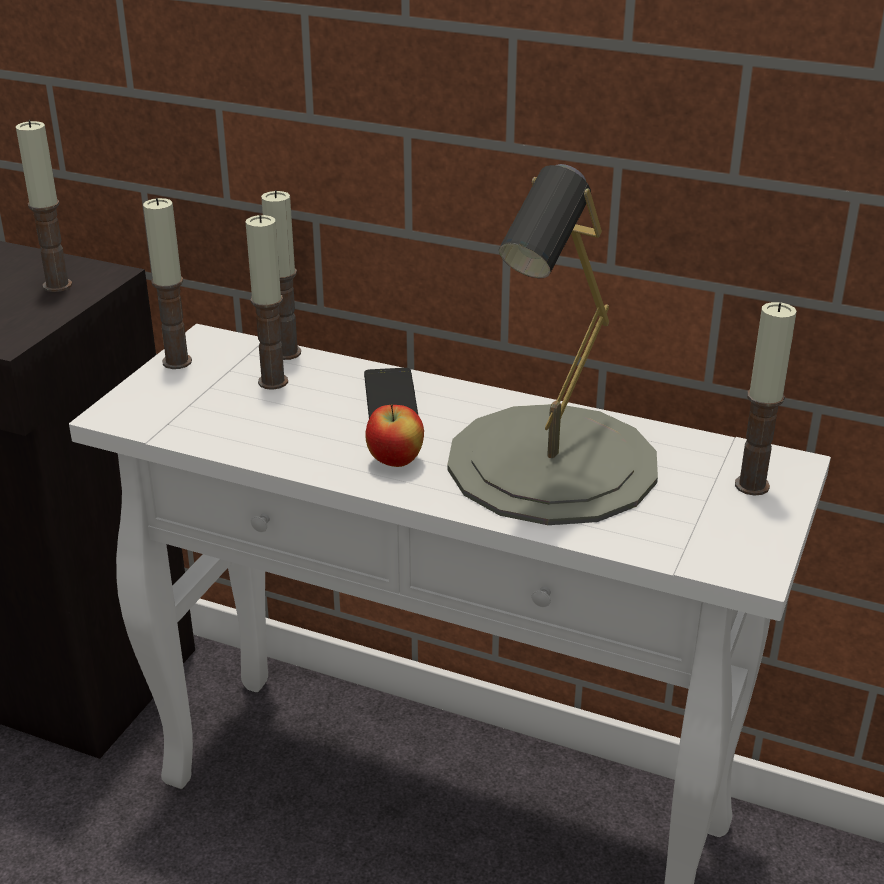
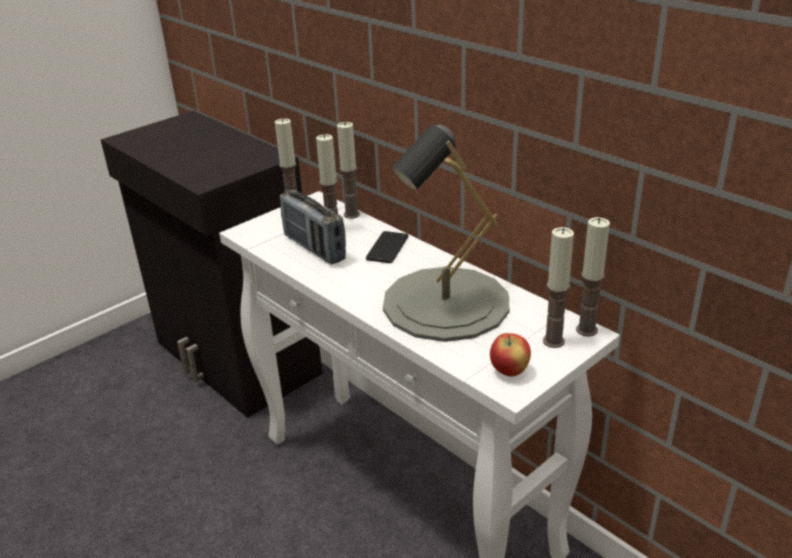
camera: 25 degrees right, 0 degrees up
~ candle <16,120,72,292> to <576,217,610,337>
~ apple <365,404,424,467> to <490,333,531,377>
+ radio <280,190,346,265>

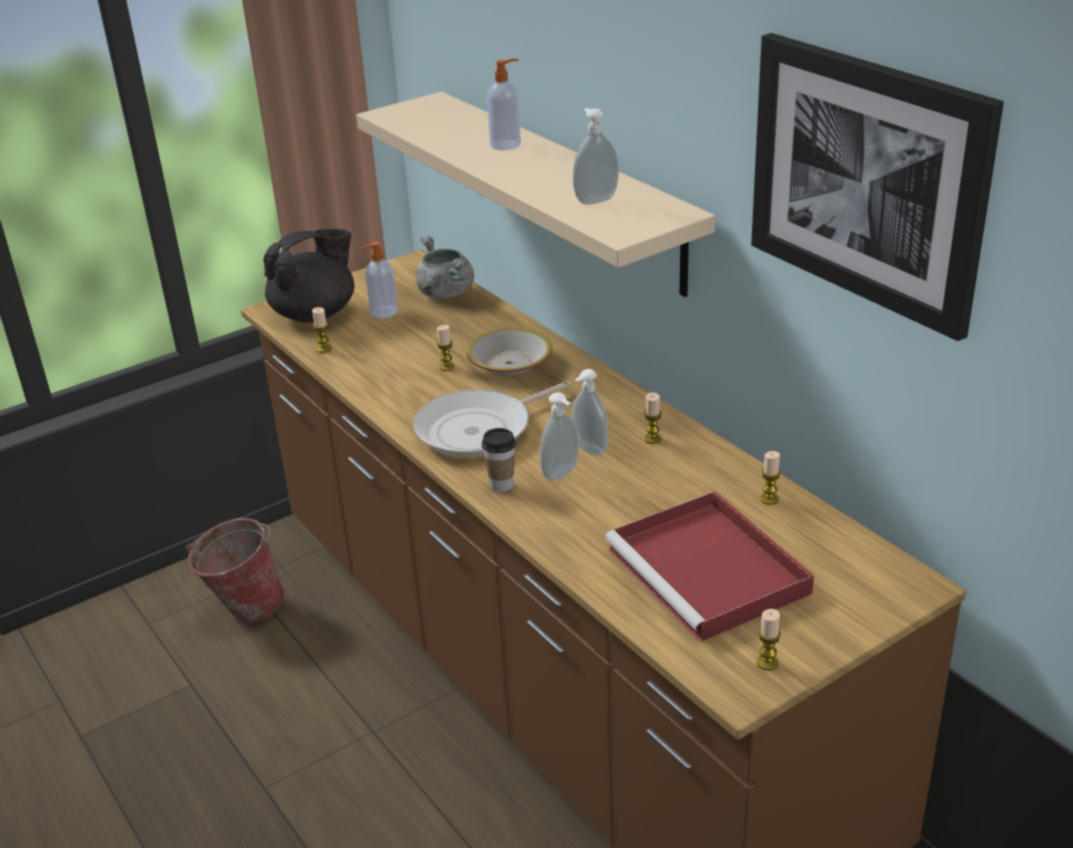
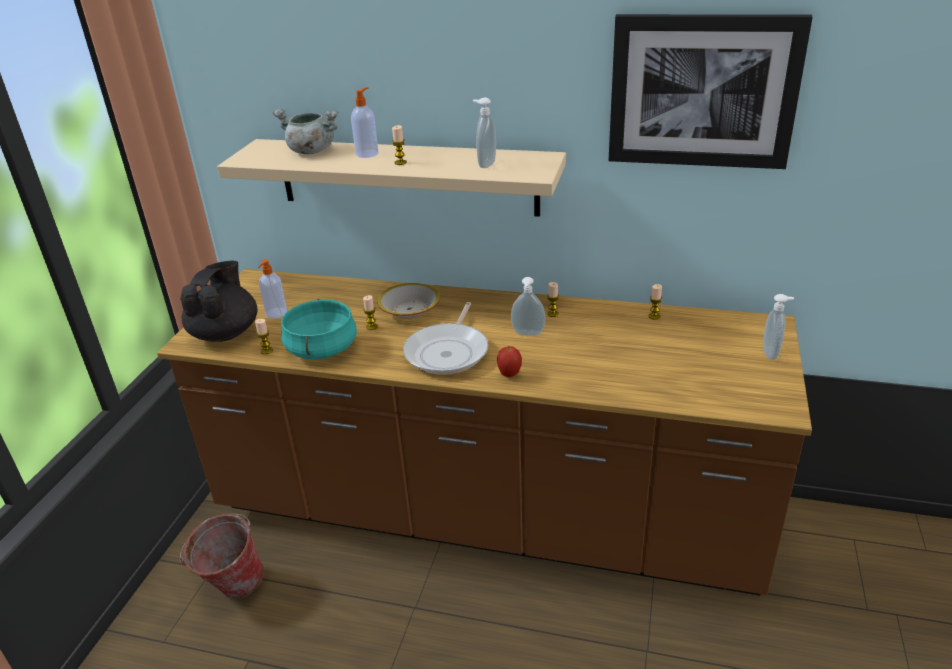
camera: 40 degrees left, 0 degrees up
~ cooking pot/grey <415,236,474,299> to <273,109,338,154>
~ cup <482,428,516,492> to apple <497,346,522,377>
~ soap dispenser <540,392,579,481> to <763,294,794,360>
- tray/red <605,491,814,642>
~ candle <757,609,781,670> to <392,125,407,165>
+ cooking pot/turquoise <281,299,357,359>

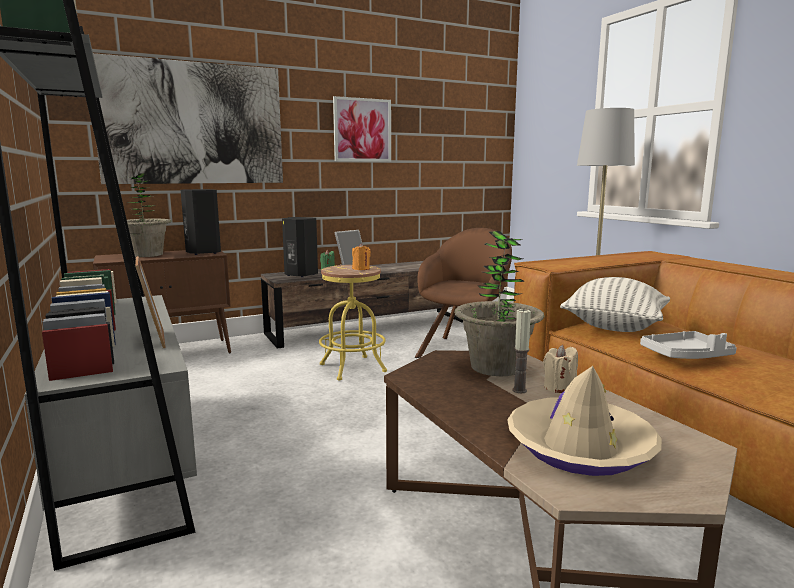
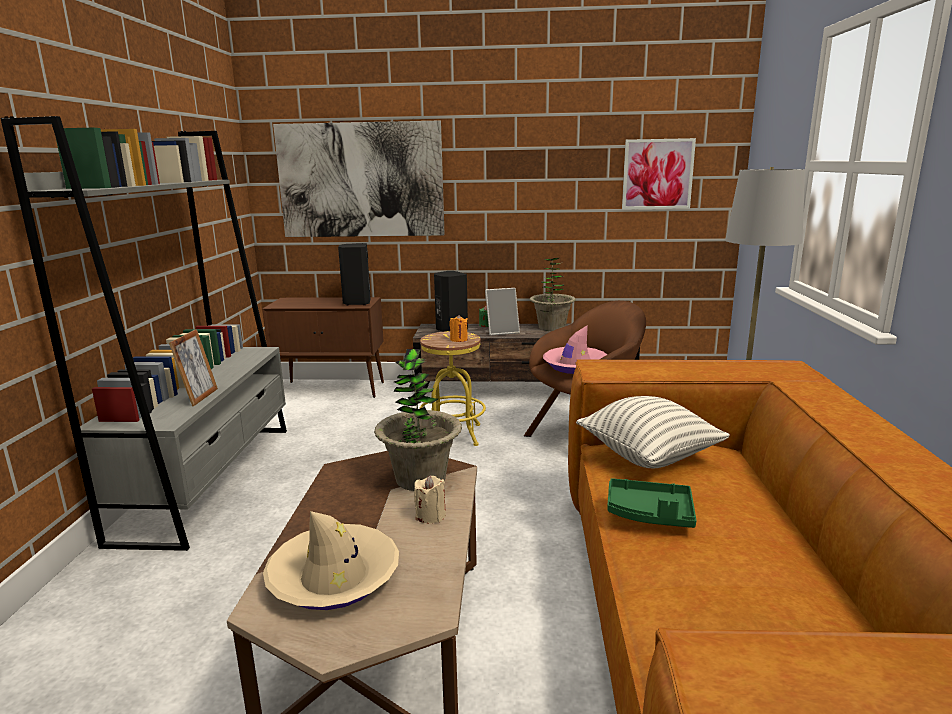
camera: 30 degrees right, 5 degrees up
~ potted plant <127,174,171,257> to <530,258,576,331>
~ picture <333,96,391,162> to <622,138,696,210>
- candle <512,308,531,393>
~ tray/grey <640,331,737,359> to tray/green <608,478,697,528>
+ hat/pink <543,325,607,374>

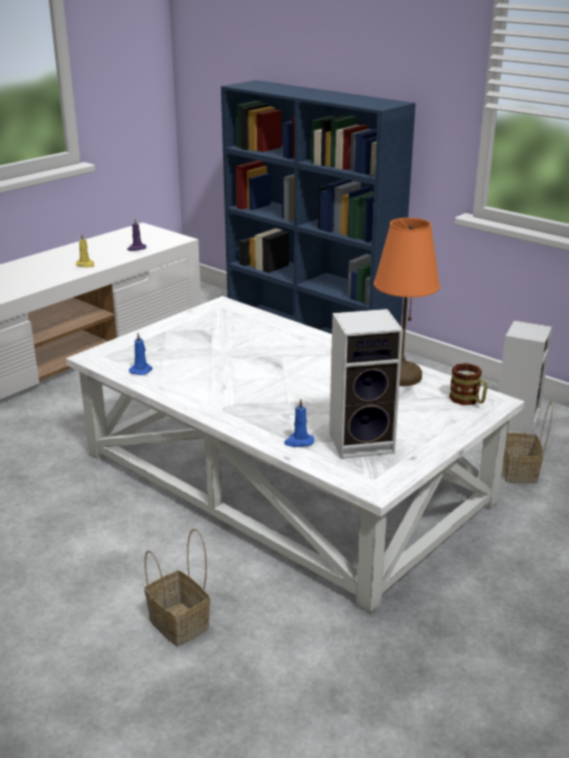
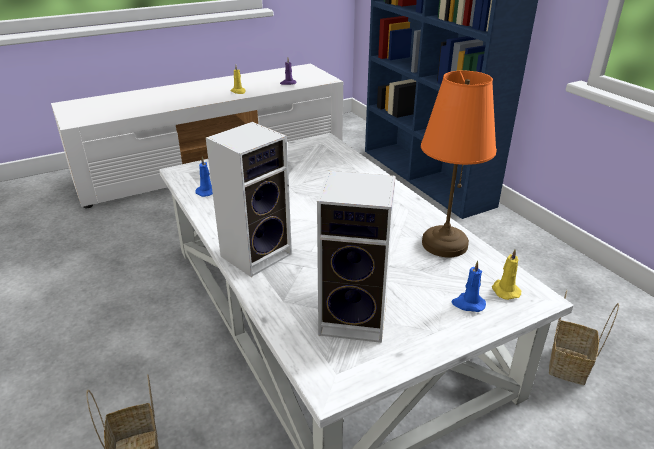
camera: 20 degrees right, 5 degrees up
~ candle/blue <284,398,314,447> to <452,260,486,312>
~ mug <449,363,488,405> to candle/yellow <492,249,521,300>
~ speaker <498,320,552,434> to <206,122,292,277>

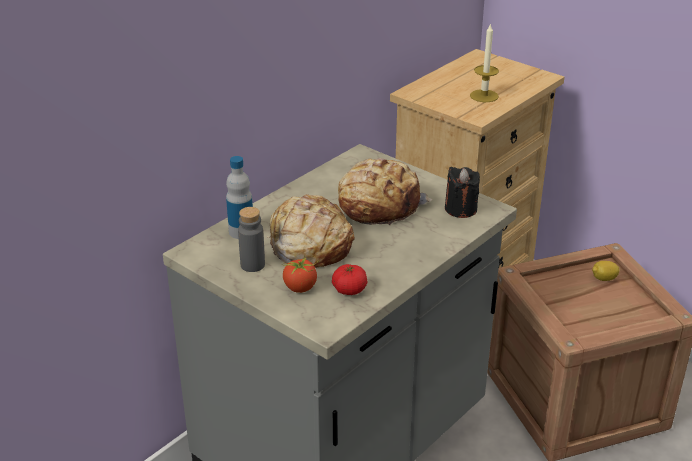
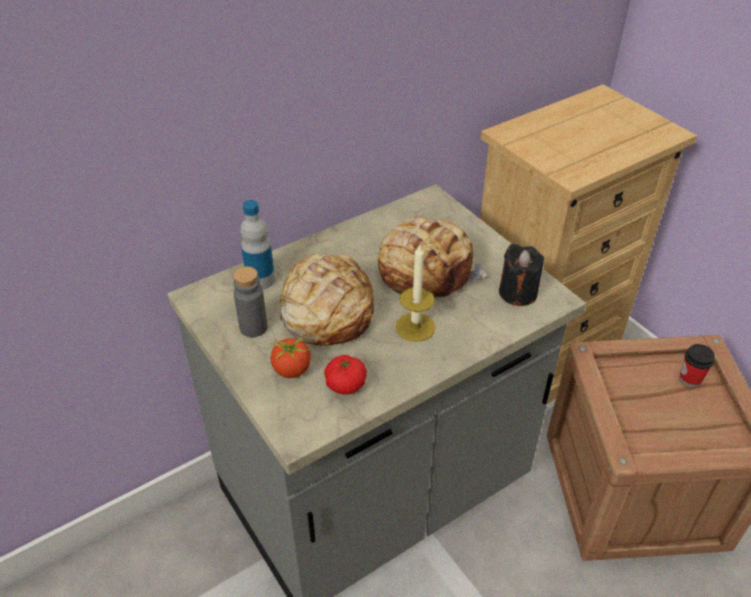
camera: 15 degrees right, 10 degrees up
~ candle <470,23,499,102> to <396,245,436,342>
~ lemon <592,261,620,281> to cup <679,344,715,387>

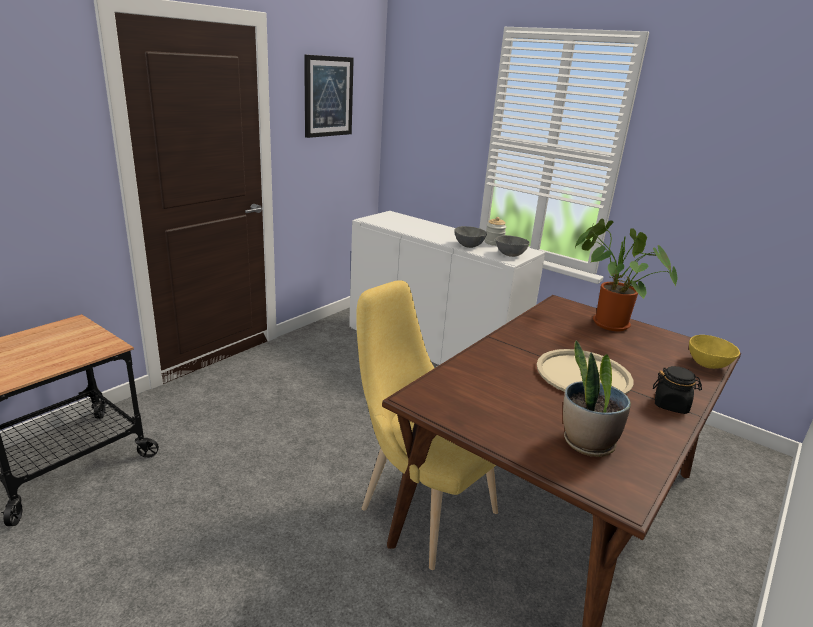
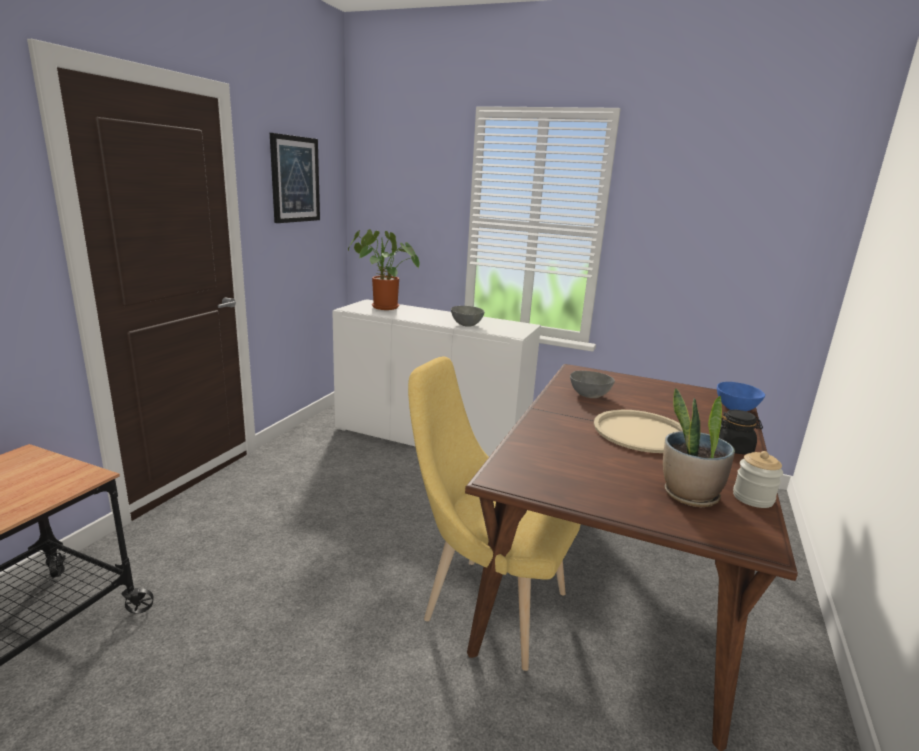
camera: 15 degrees left, 5 degrees down
~ jar <485,217,507,246> to <733,451,783,508>
~ bowl/grey <495,235,530,257> to <570,371,615,398>
~ potted plant <575,219,677,331> to <348,229,420,310>
~ bowl/yellow <689,335,740,369> to bowl/blue <717,382,765,411>

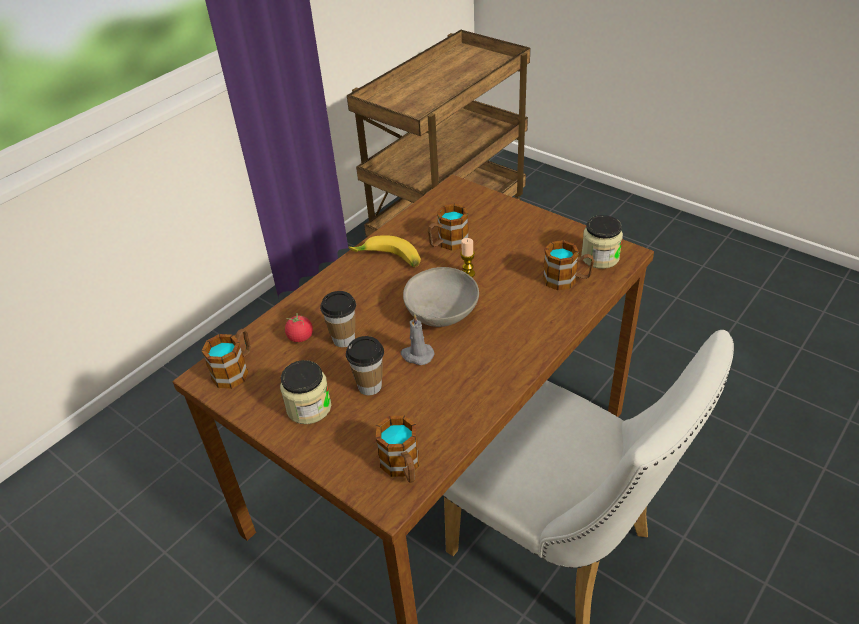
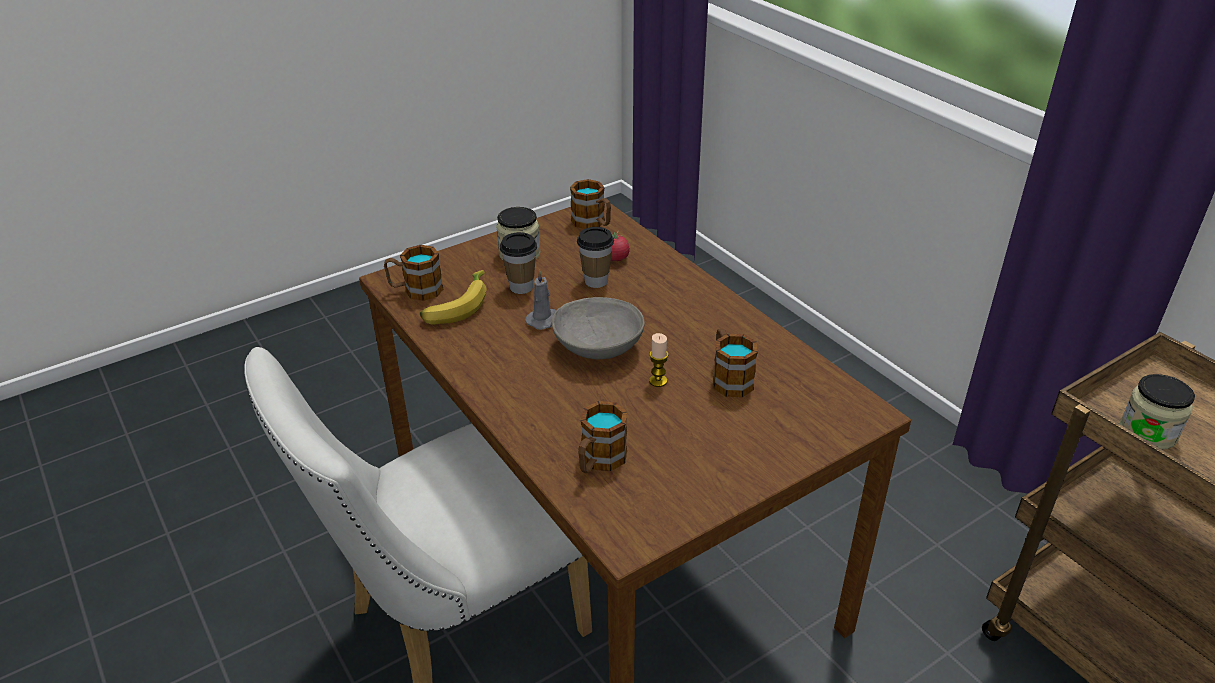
camera: 105 degrees right, 5 degrees down
~ banana <348,235,421,267> to <420,270,487,324>
~ jar <581,215,623,269> to <1120,374,1195,450>

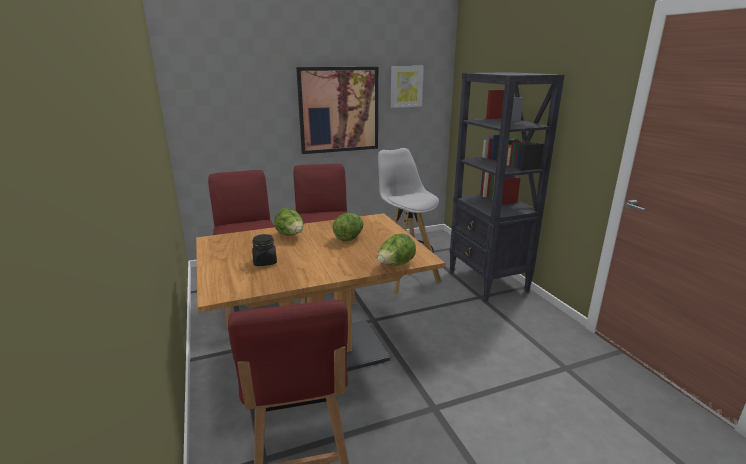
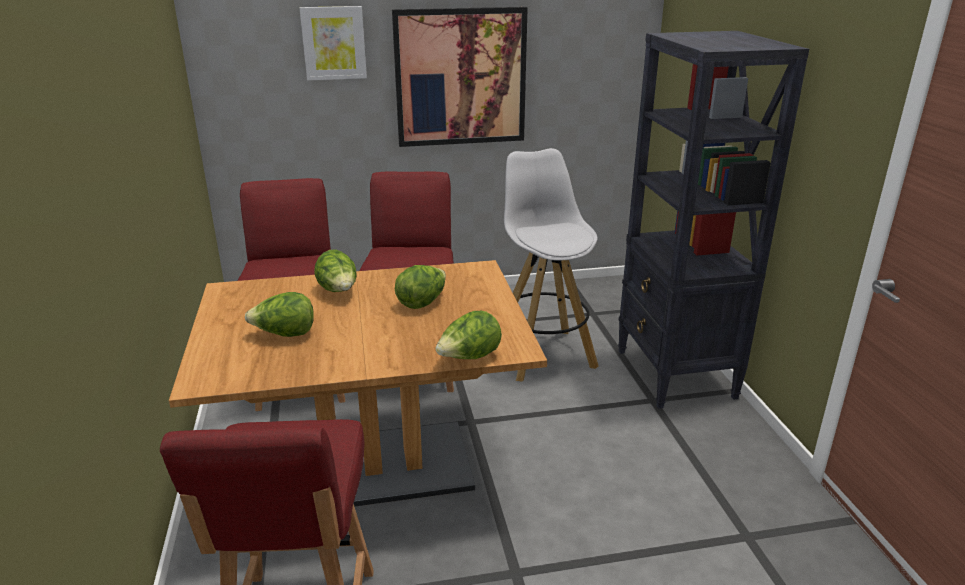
camera: 10 degrees right, 5 degrees up
~ jar/black <252,234,277,266> to lettuce <245,292,314,337>
~ picture <391,66,424,108> to <300,6,367,80>

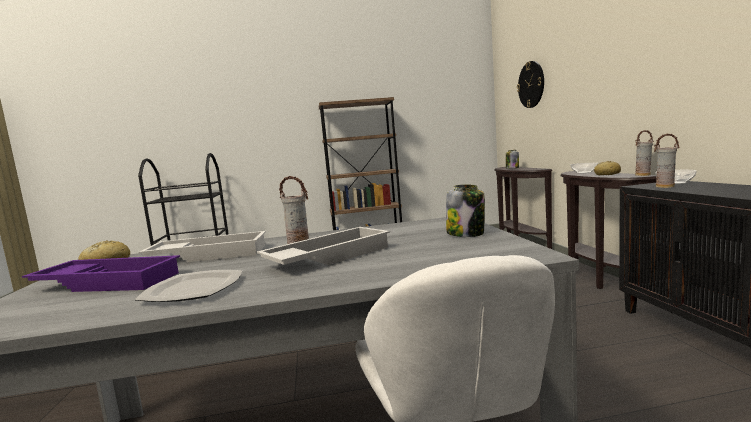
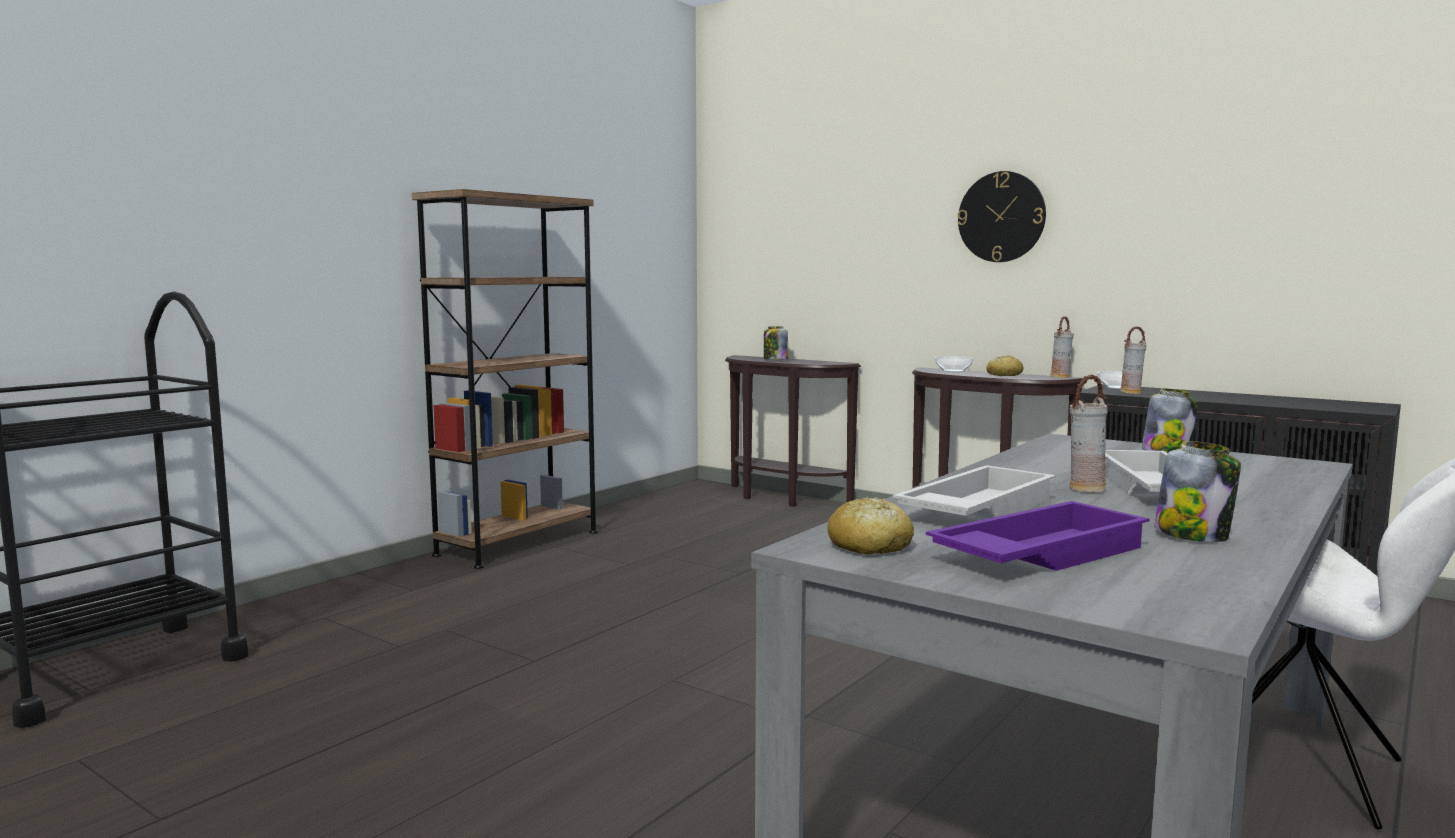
camera: 45 degrees left, 0 degrees up
~ plate <135,270,242,302> to jar <1154,441,1241,542>
~ wall clock <517,61,544,108> to <958,171,1046,262>

